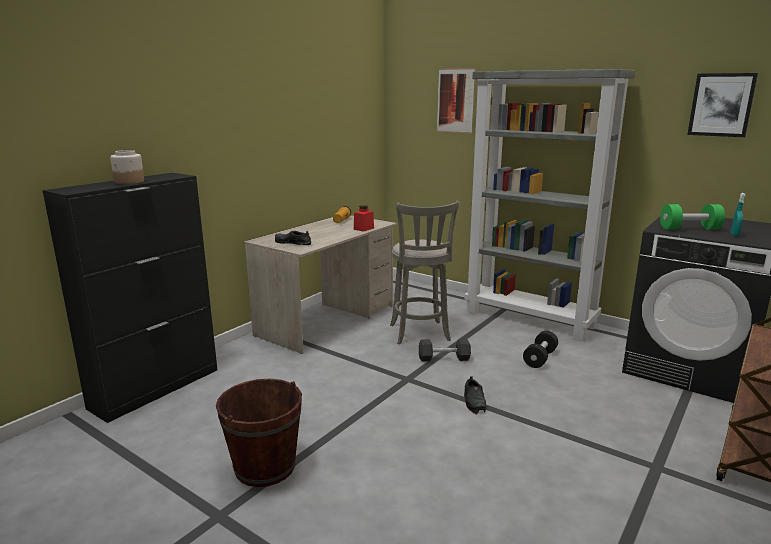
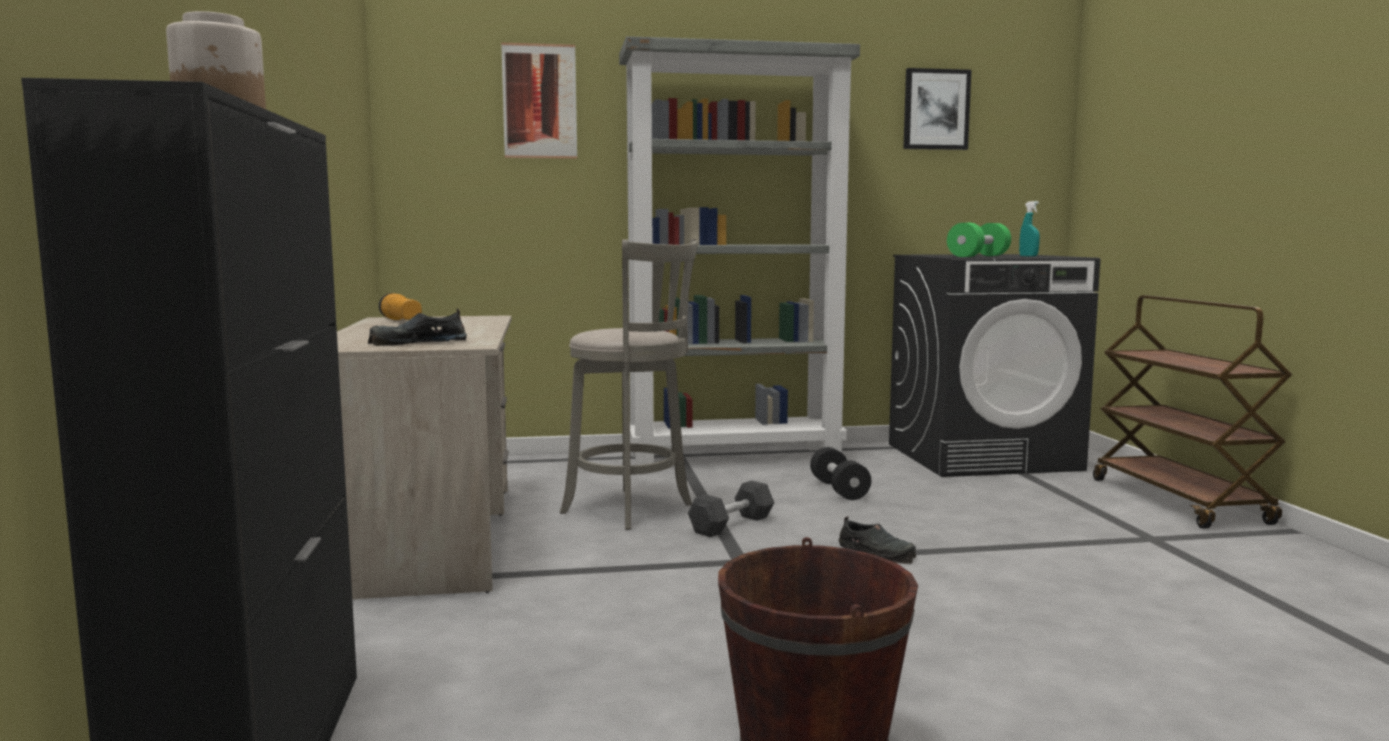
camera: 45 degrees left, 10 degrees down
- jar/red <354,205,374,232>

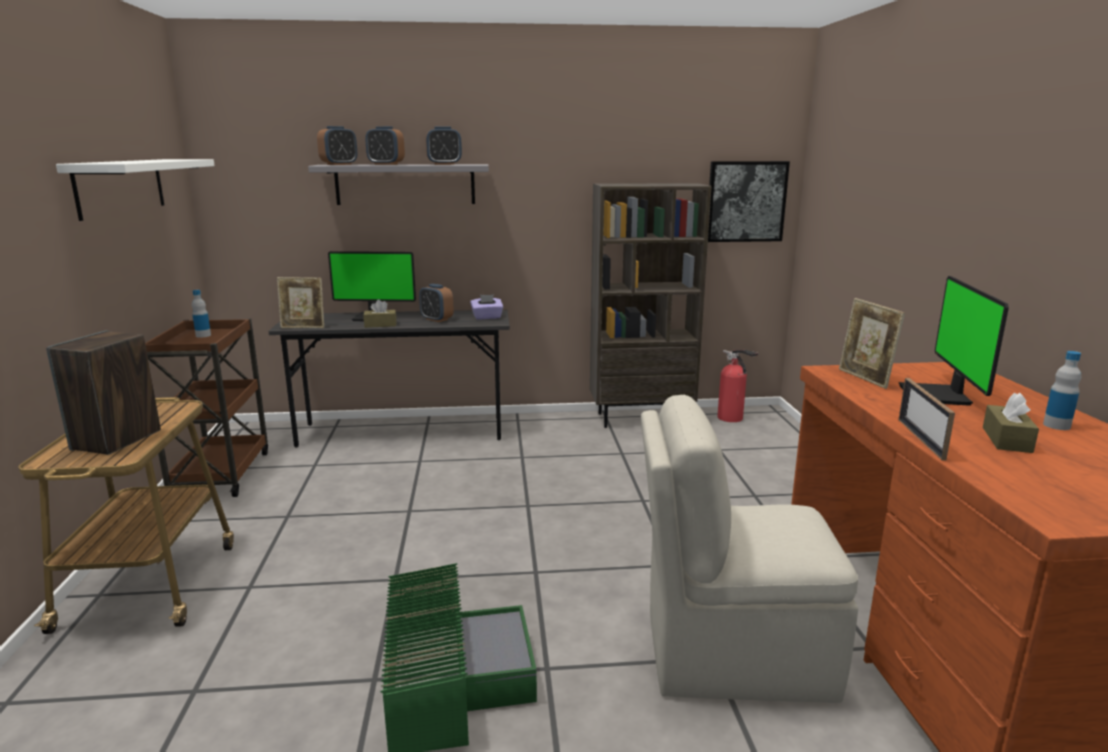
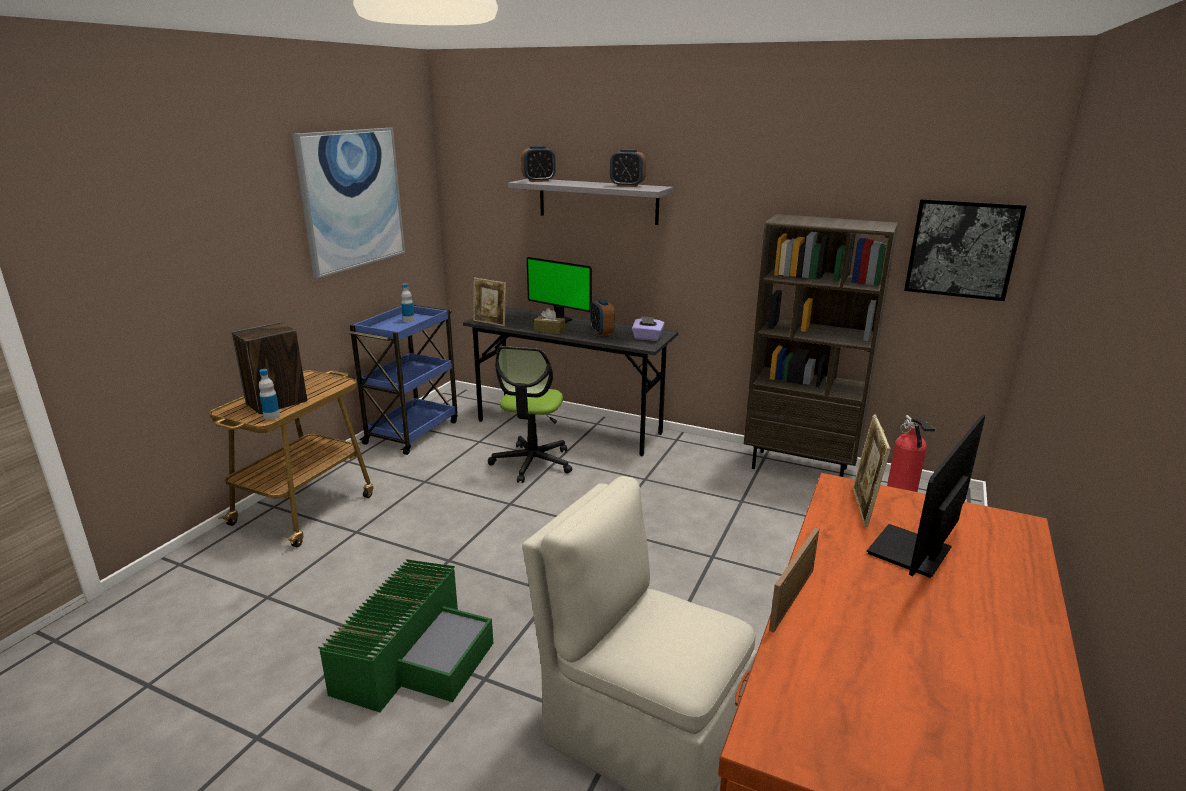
camera: 30 degrees right, 5 degrees up
~ shelf/white <56,159,215,221> to picture <292,128,405,278>
~ cart/brown <145,318,268,497> to cart/blue <347,305,458,455>
- alarm clock <365,126,405,165>
- tissue box/brown <983,392,1039,453>
~ bottle <1043,351,1081,430> to <259,369,280,420>
+ office chair <488,346,572,483>

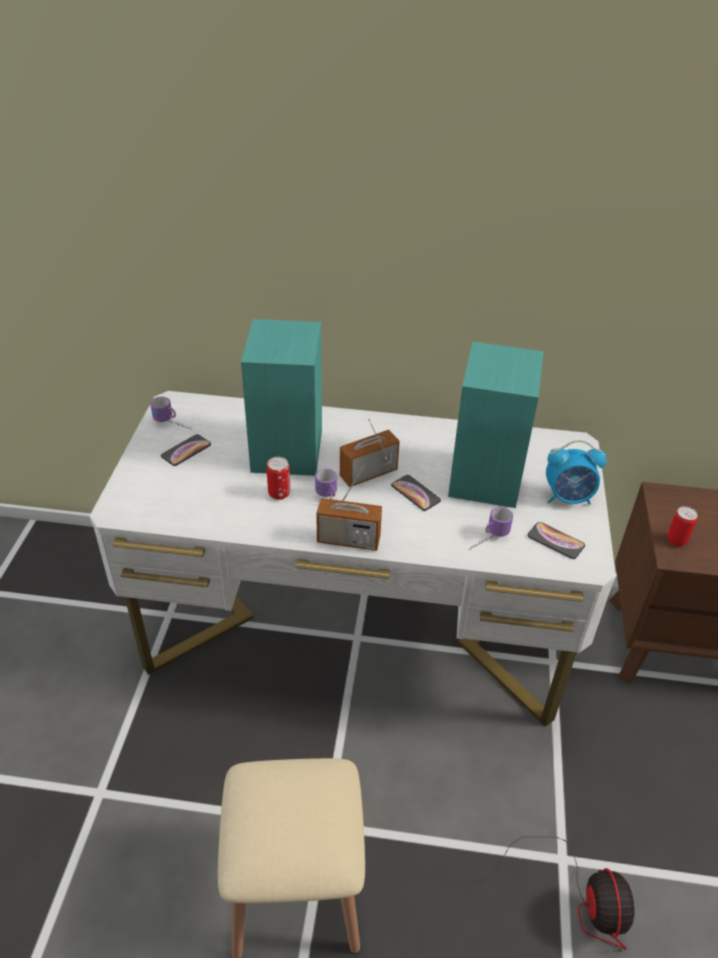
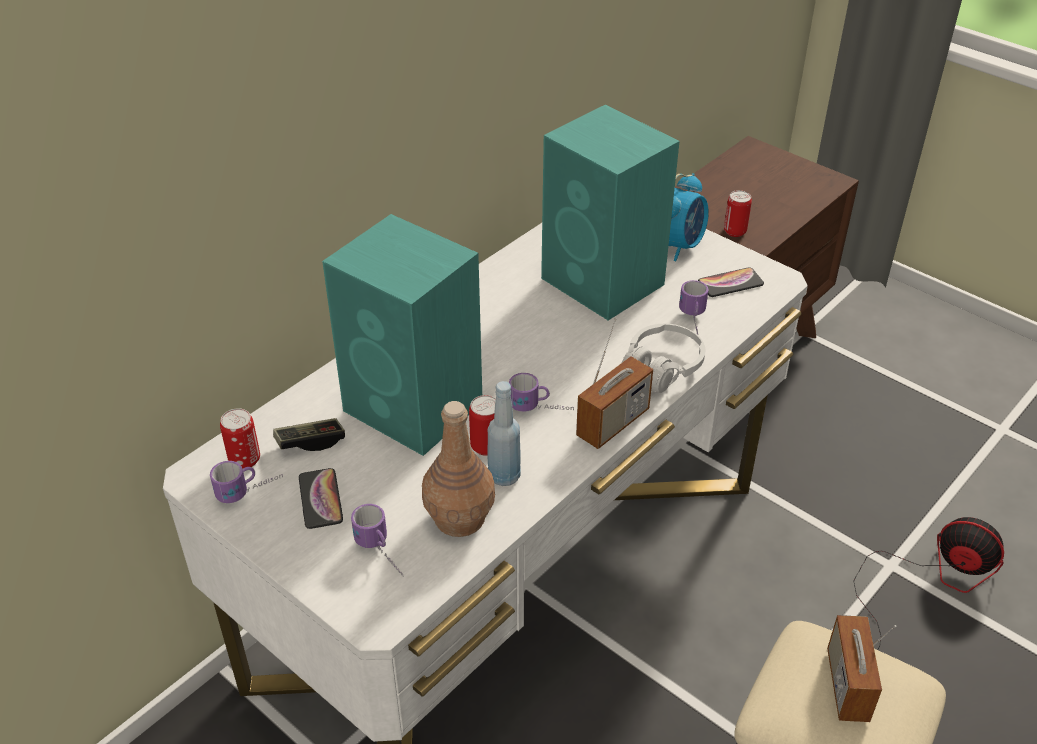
camera: 55 degrees left, 0 degrees up
~ radio <340,418,400,487> to <827,615,896,722>
- phone <391,475,441,511>
+ can <220,408,260,469>
+ game controller <273,418,345,451>
+ mug <351,504,403,576>
+ bottle/brown <422,401,495,537>
+ bottle/blue <487,381,521,486>
+ headphones/white <622,324,705,393>

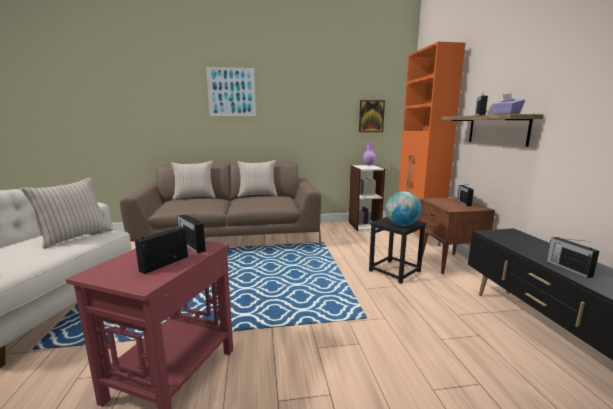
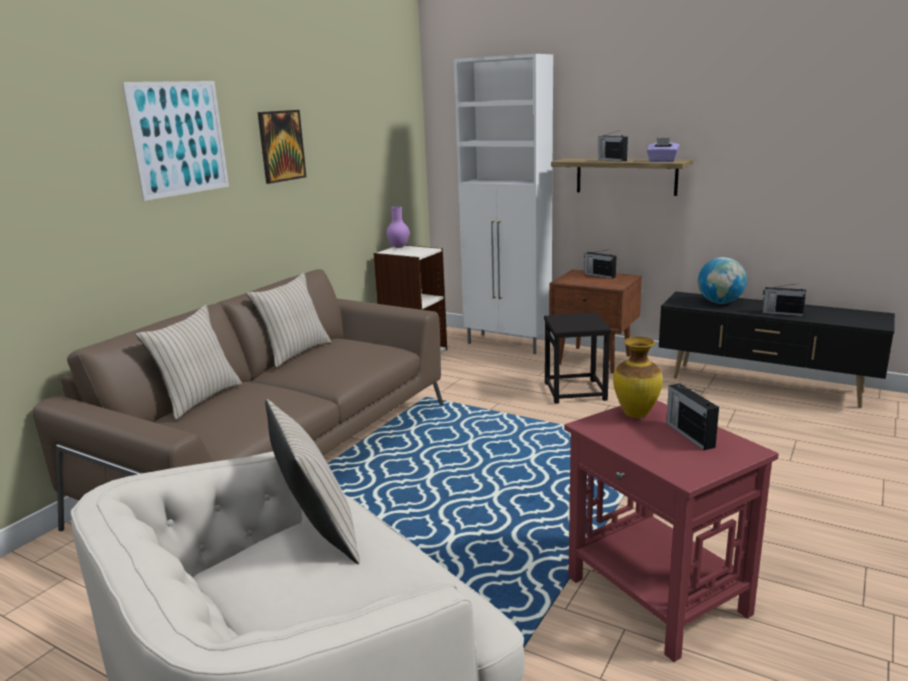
camera: 50 degrees left, 5 degrees up
~ radio <178,214,206,253> to vase <613,337,663,418>
~ picture <359,100,385,132> to <258,110,307,184>
~ globe <386,191,422,226> to <698,257,747,304>
~ cabinet/orange <398,42,465,246> to cabinet/white <454,54,553,354>

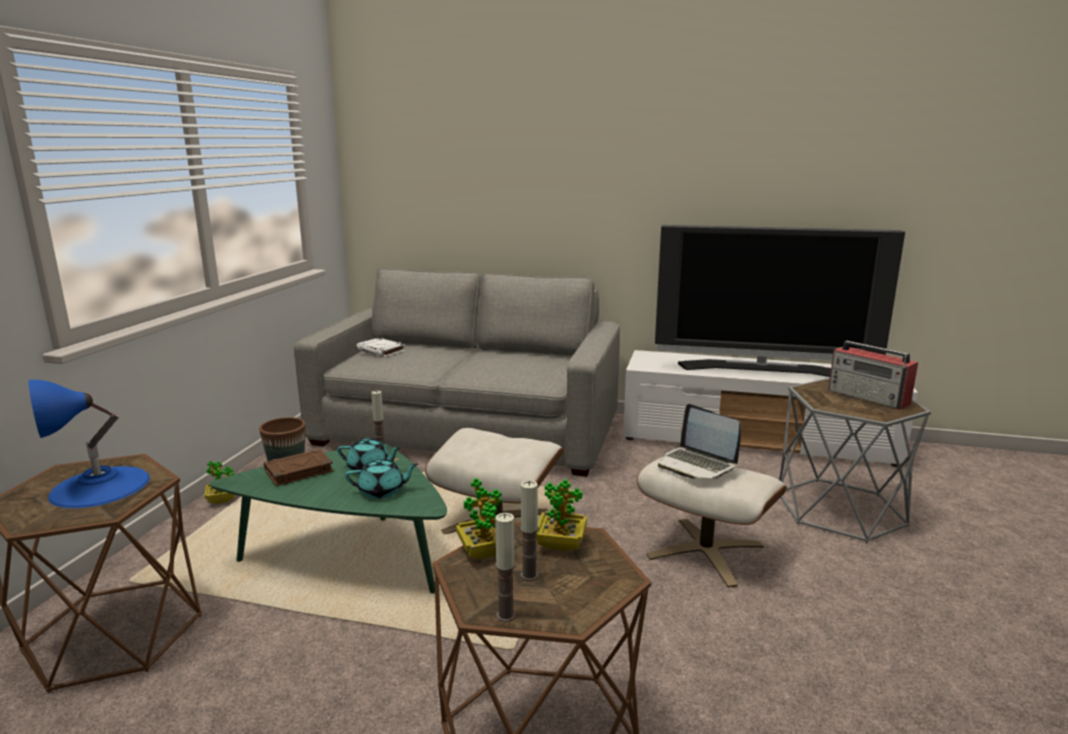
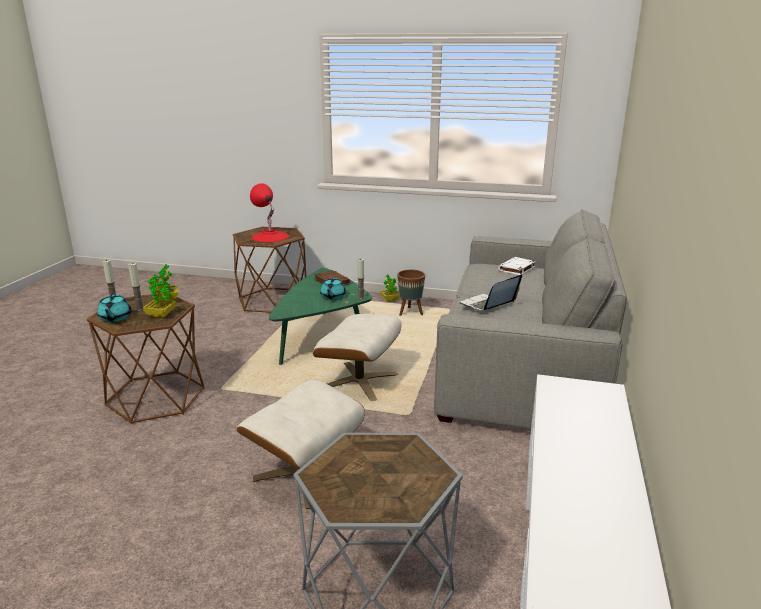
camera: 90 degrees right, 5 degrees up
~ table lamp/blue <28,380,150,508> to table lamp/red <250,183,289,242>
~ teapot/turquoise <345,458,418,499> to <97,294,132,322>
- television <655,225,905,377>
~ laptop <658,404,741,478> to <460,274,522,311>
- radio <828,341,918,410>

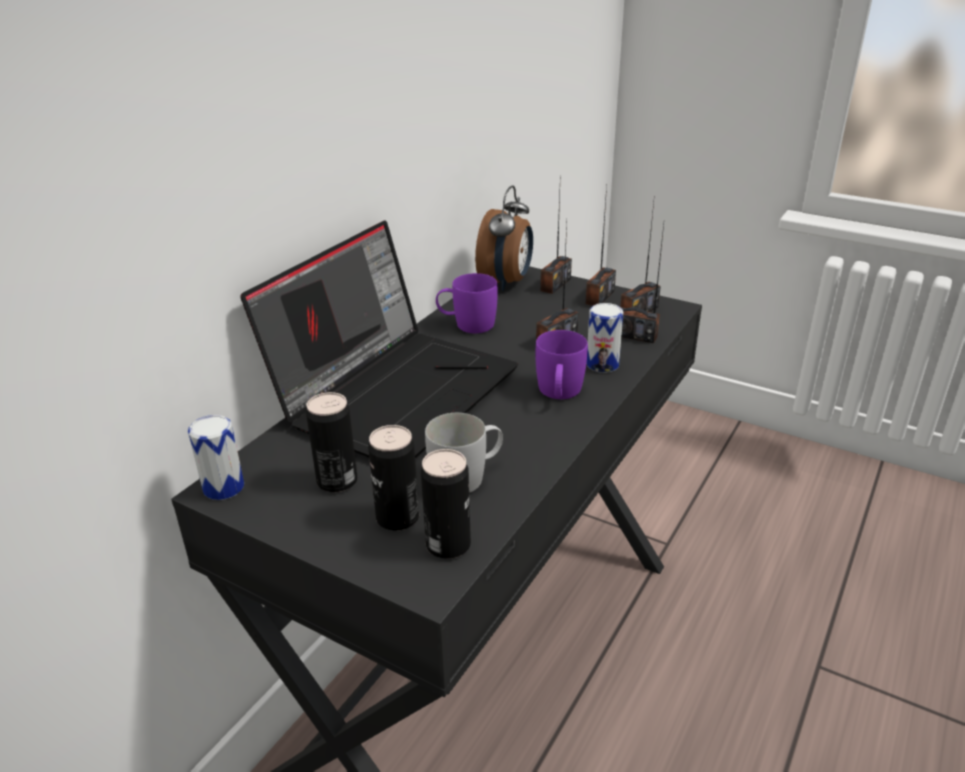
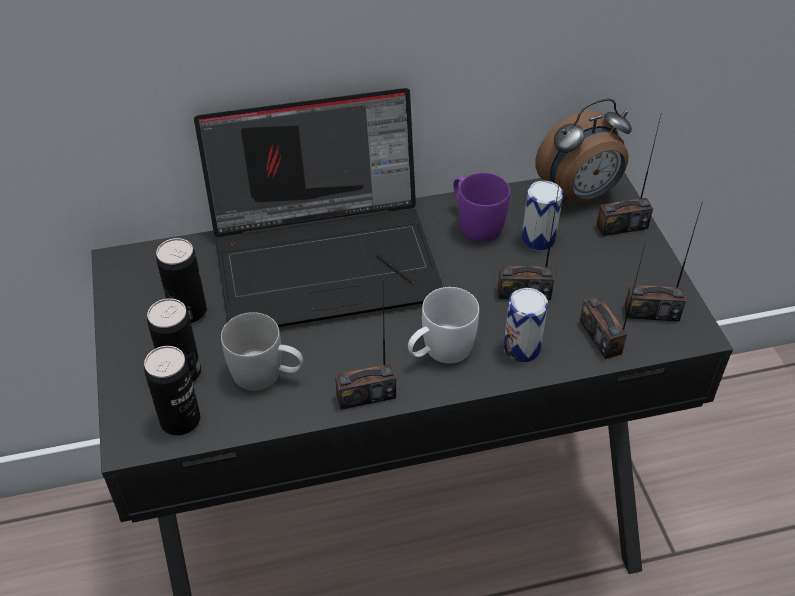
camera: 45 degrees right, 15 degrees up
~ can <188,415,244,500> to <522,181,563,250>
~ mug/purple <536,330,588,399> to mug/white <408,287,479,364>
~ radio <585,185,616,306> to <335,288,396,410>

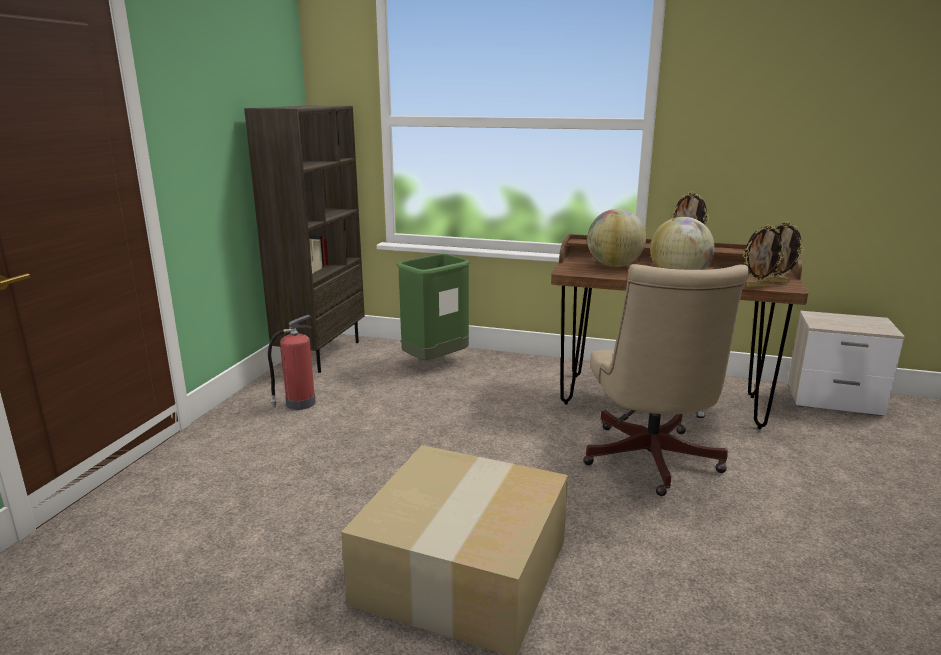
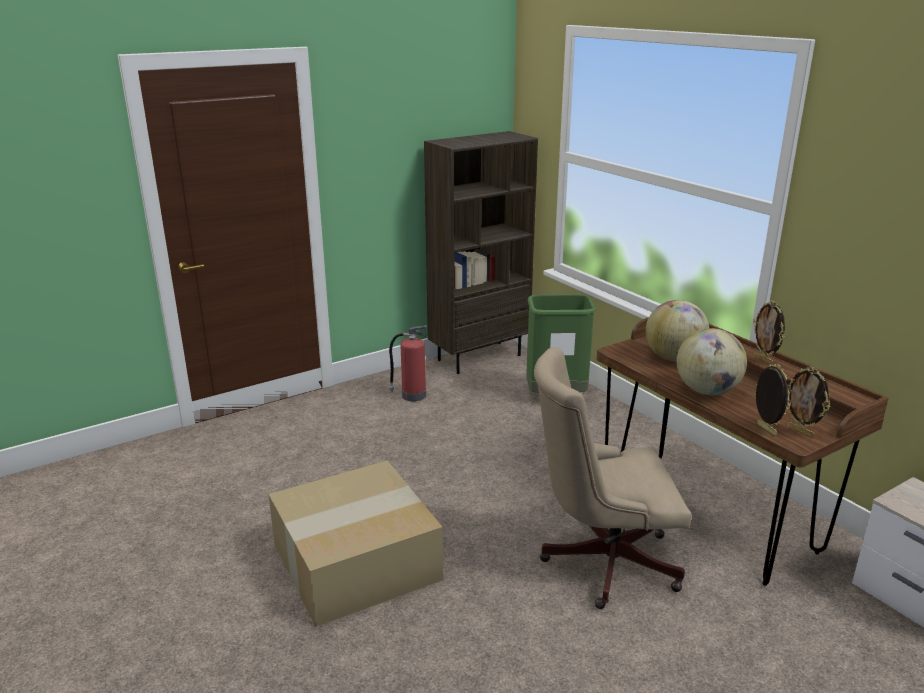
camera: 40 degrees right, 5 degrees up
~ office chair/beige <583,264,749,496> = <534,347,691,609> 45 degrees clockwise
~ picture frame <743,224,786,287> = <756,364,791,436> 150 degrees counterclockwise

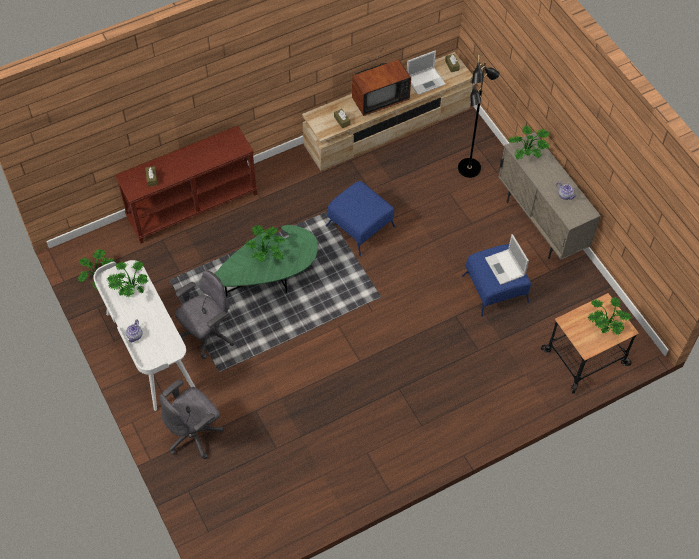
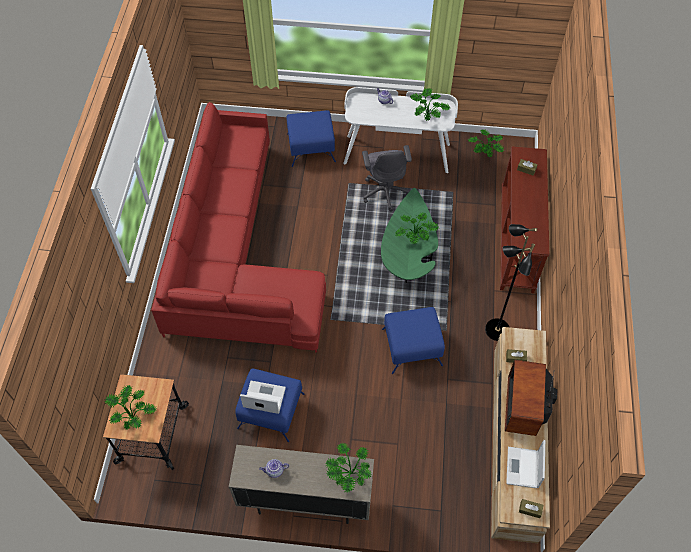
camera: 125 degrees right, 0 degrees up
~ office chair/grey <159,379,223,459> to ottoman/blue <287,110,336,167>
~ floor lamp/black <458,54,500,178> to <485,224,537,341>
+ sofa/red <151,102,326,353>

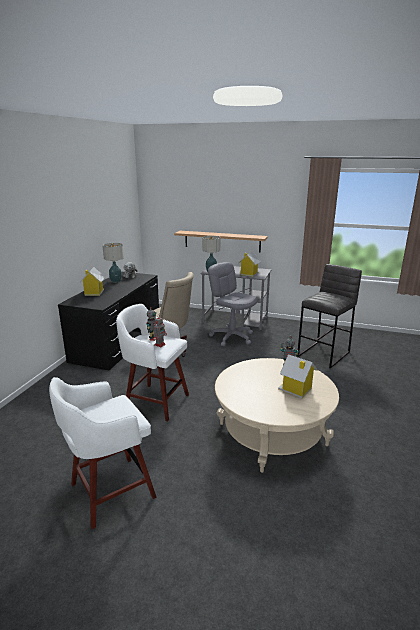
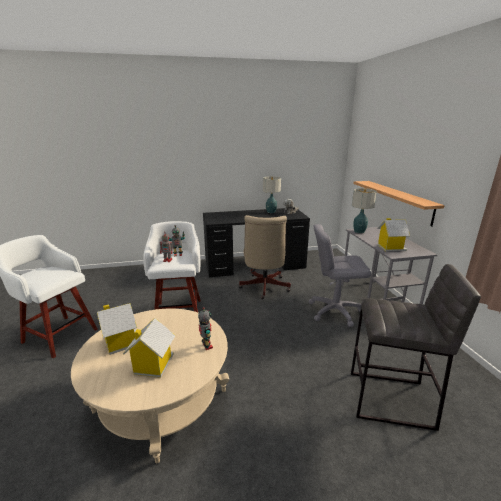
camera: 60 degrees right, 0 degrees up
~ toy house <79,267,105,296> to <97,303,137,355>
~ office chair/grey <208,262,257,346> = <309,224,371,327> 105 degrees counterclockwise

